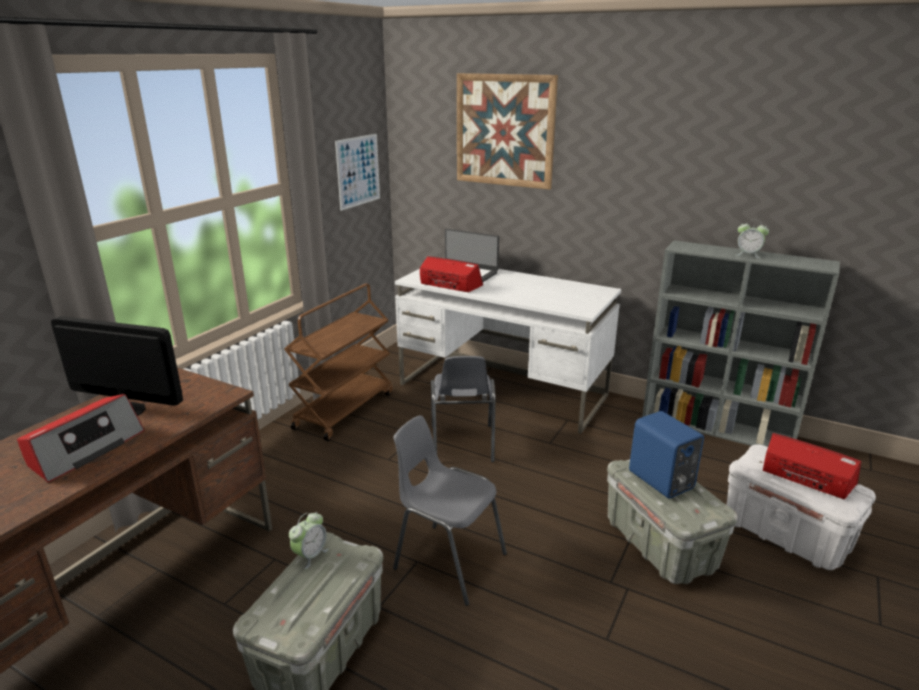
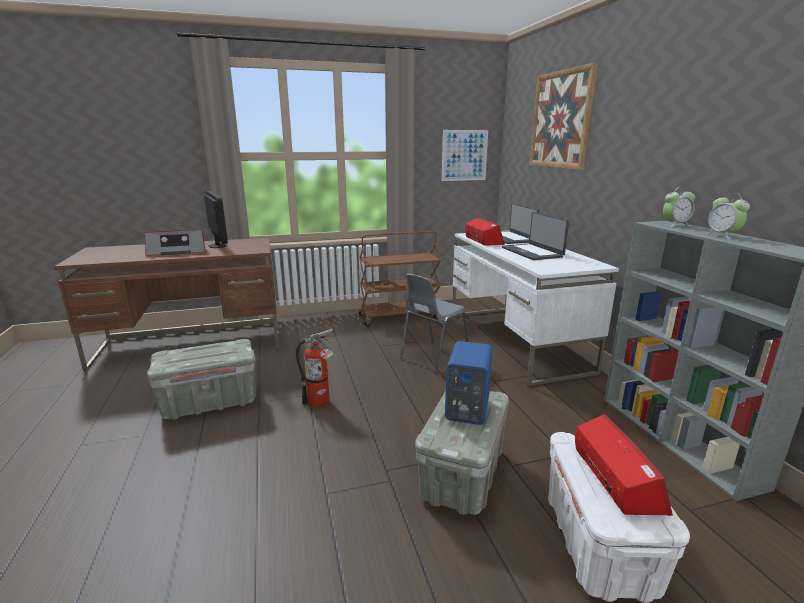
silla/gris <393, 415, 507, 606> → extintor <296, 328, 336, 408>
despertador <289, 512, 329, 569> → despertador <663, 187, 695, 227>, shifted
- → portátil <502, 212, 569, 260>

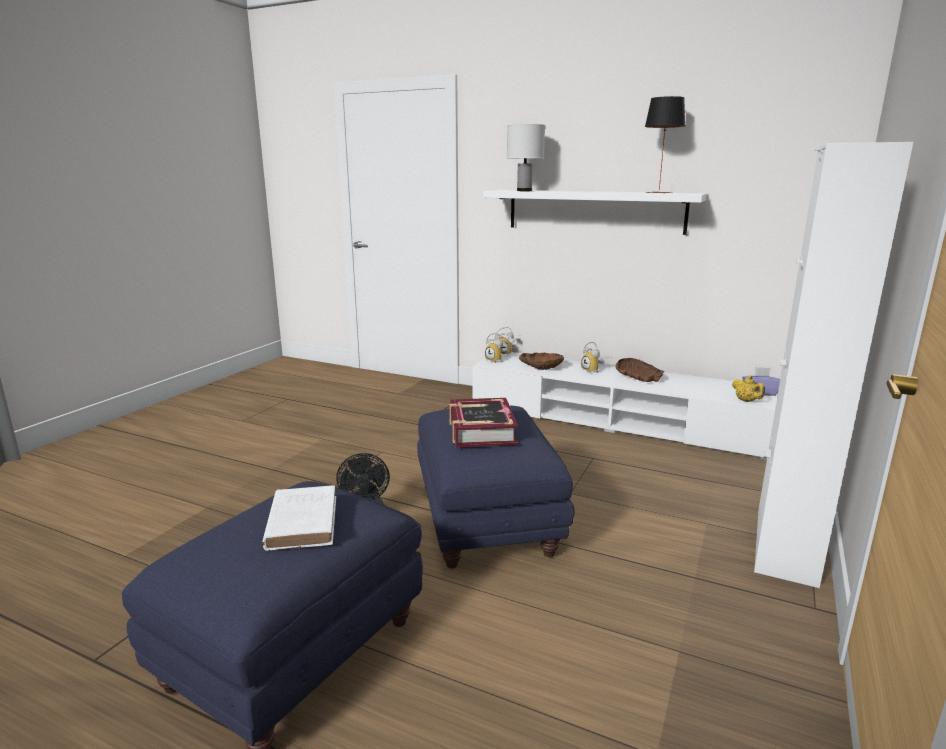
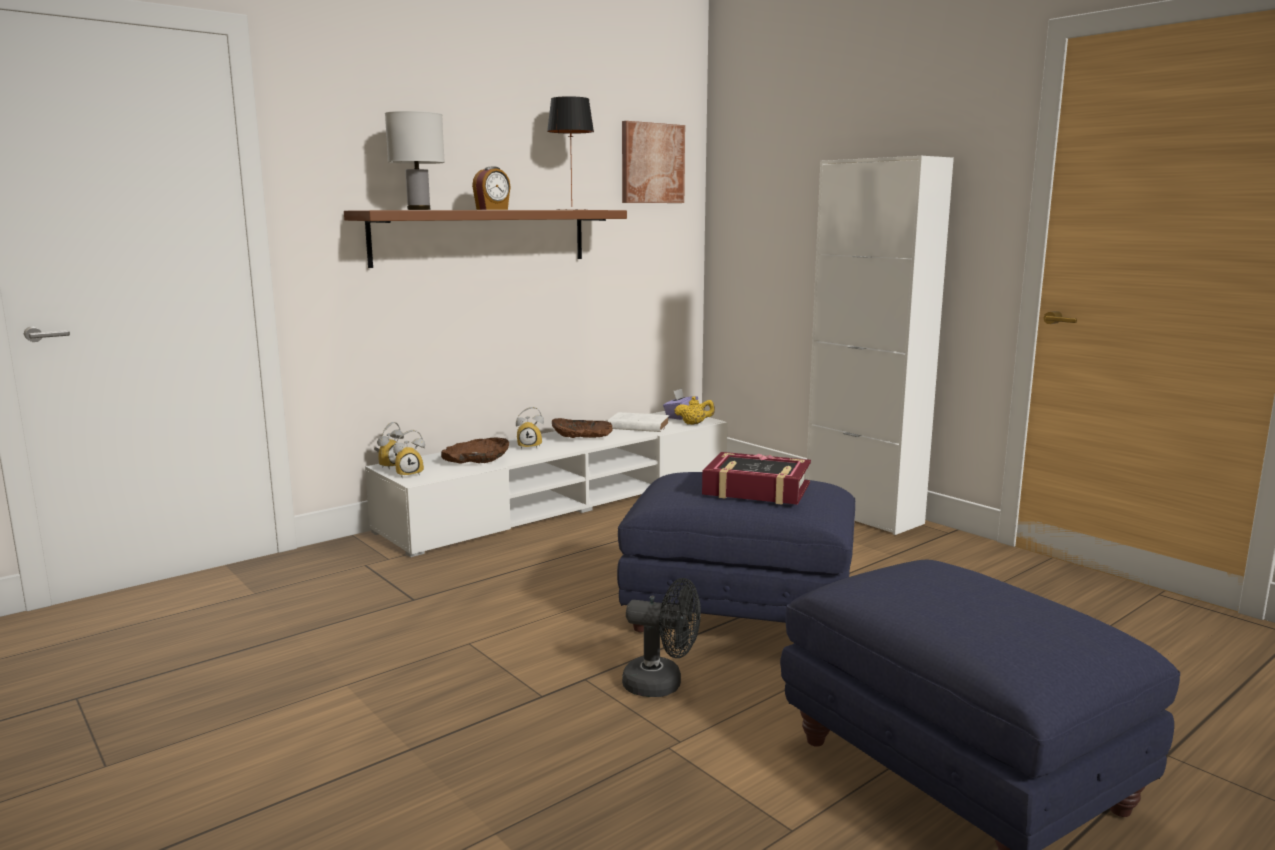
estante/blanco <483, 190, 707, 235> → estante/marrón <344, 210, 627, 268>
libro/blanco <262, 485, 336, 551> → libro/blanco <608, 412, 669, 432>, shifted
- → cuadro <622, 121, 685, 203>
- → despertador <472, 166, 511, 210>

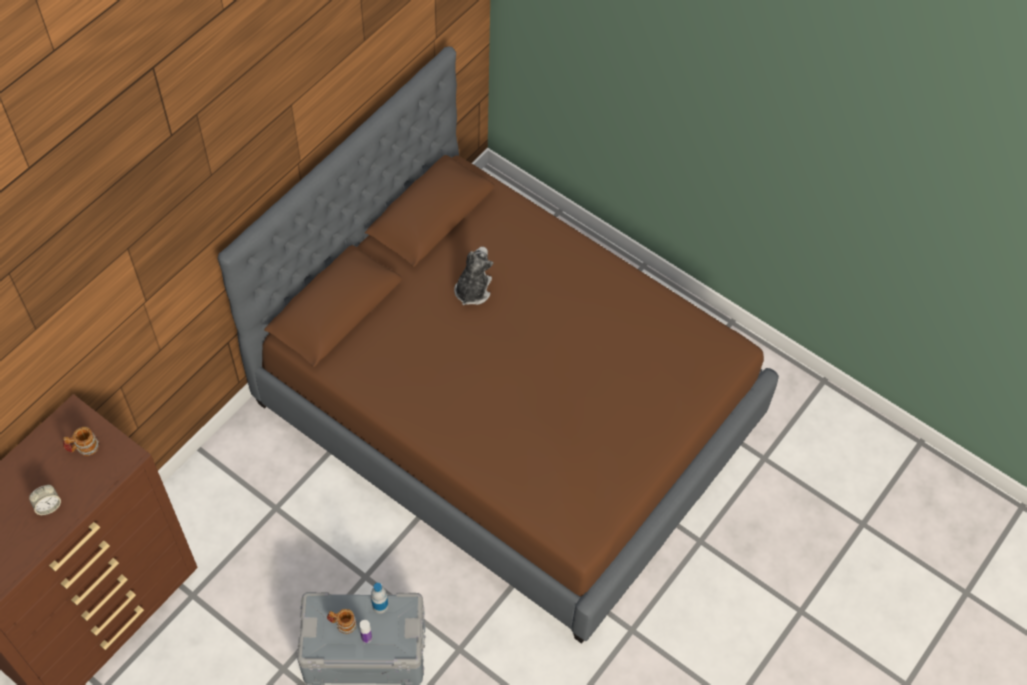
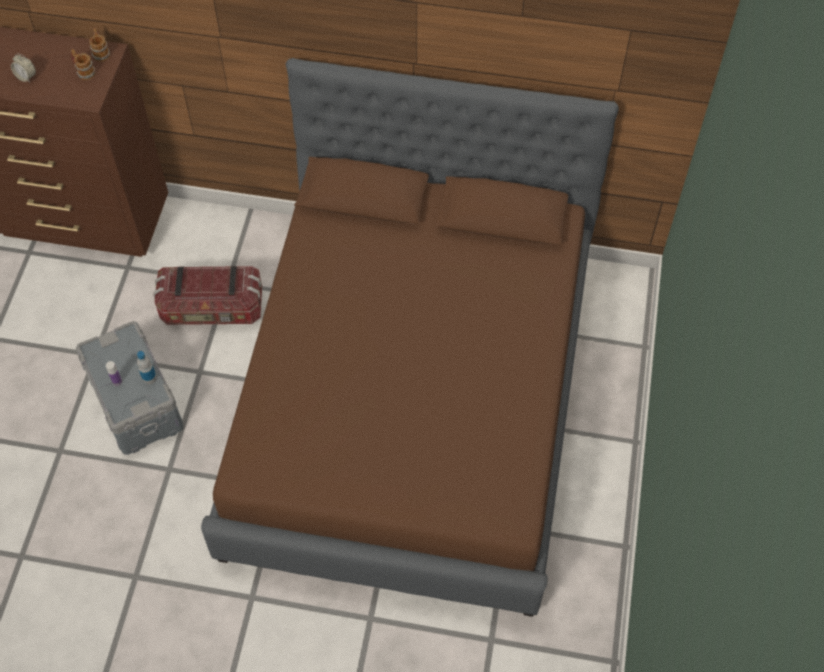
peluche <454, 246, 494, 305> → -
taza grande <327, 609, 357, 634> → taza grande <89, 28, 110, 62>, shifted
- → caja de almacenaje <153, 266, 262, 325>

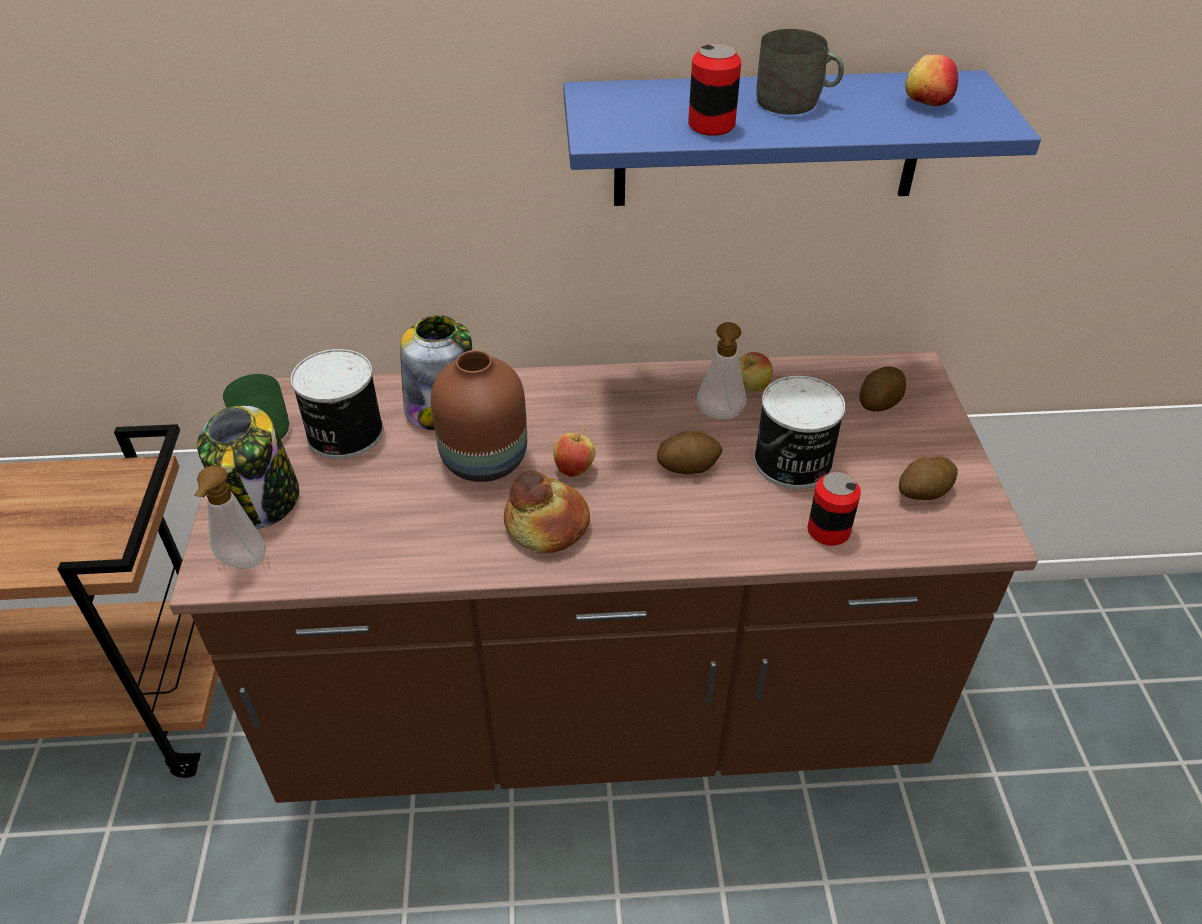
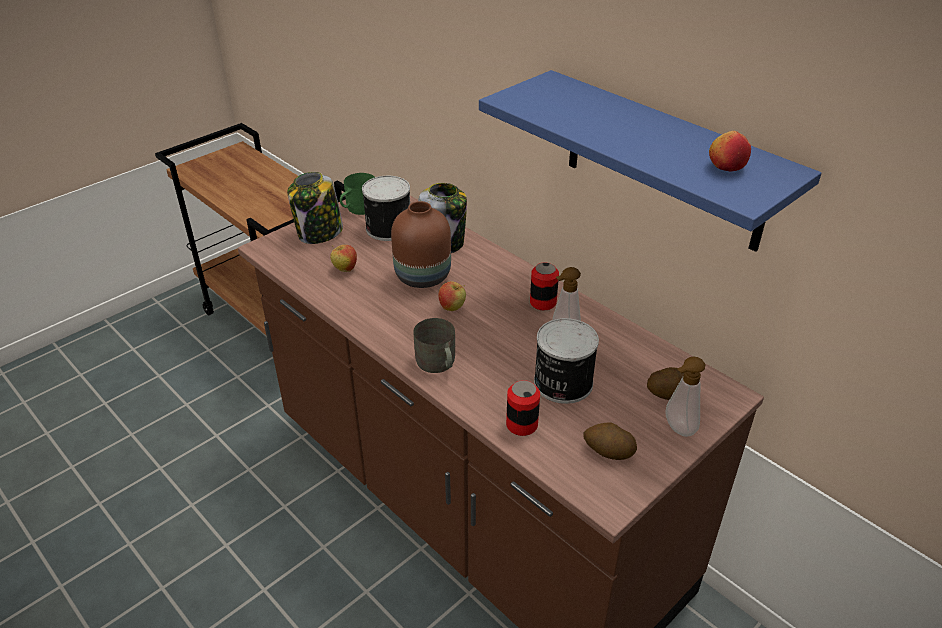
taza grande/gris <756, 29, 844, 115> → taza grande/gris <413, 318, 455, 373>, shifted
lata <688, 44, 741, 136> → lata <530, 263, 559, 310>, shifted
manzana <739, 352, 773, 392> → manzana <330, 245, 357, 272>, shifted
patata <657, 431, 723, 474> → -
dispensador de jabón <194, 466, 266, 569> → dispensador de jabón <665, 356, 705, 437>, shifted
pan <504, 470, 590, 553> → -

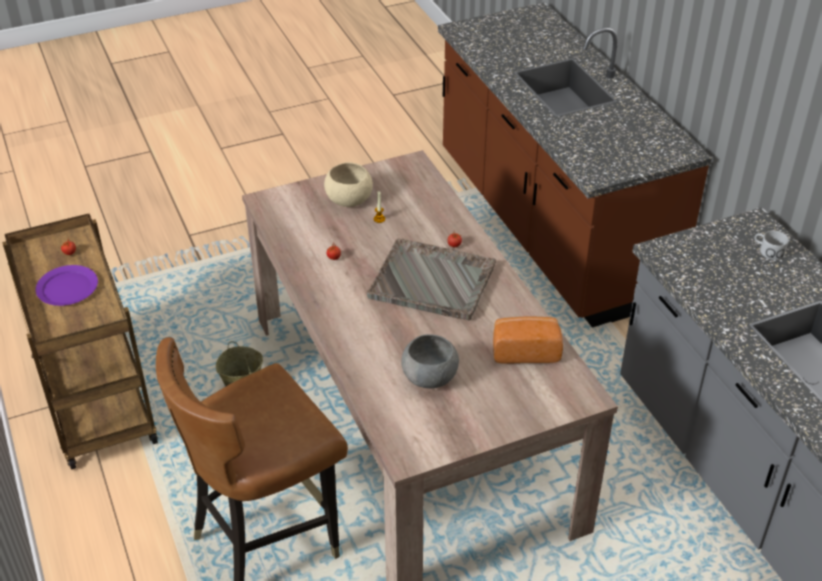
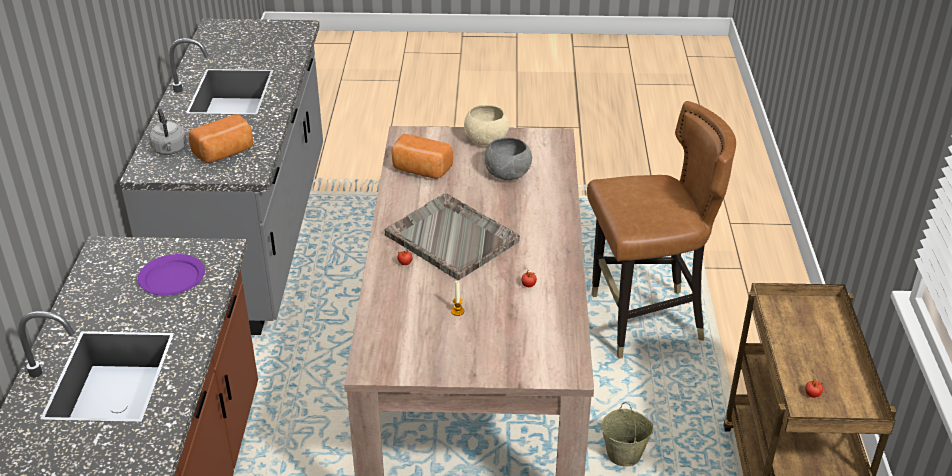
cuenco/beis <324, 162, 373, 207> → cuenco/beis <464, 105, 509, 145>, shifted
taza grande/blanco <755, 231, 789, 260> → hervidor/gris <149, 109, 187, 155>
plato/morado <36, 265, 98, 306> → plato/morado <138, 254, 205, 295>, shifted
- → pan <189, 114, 253, 163>

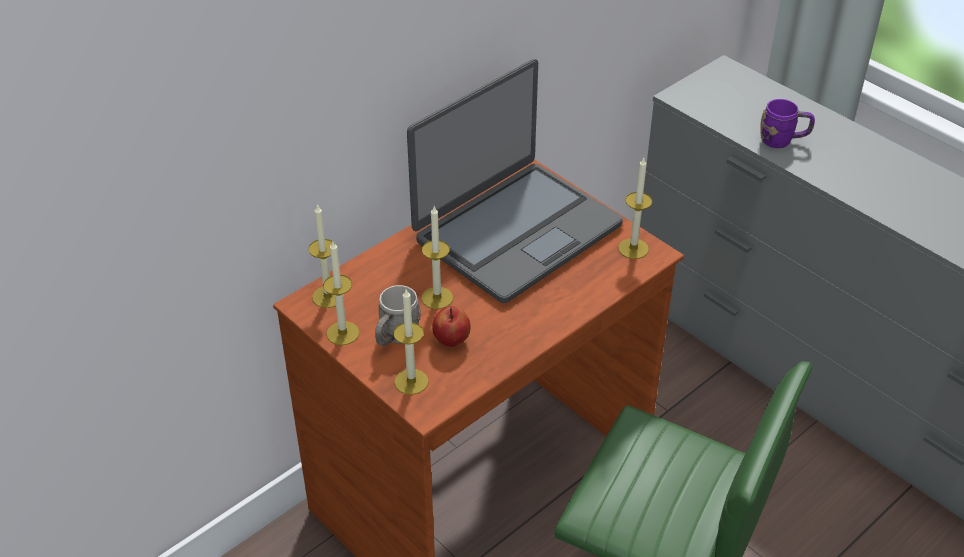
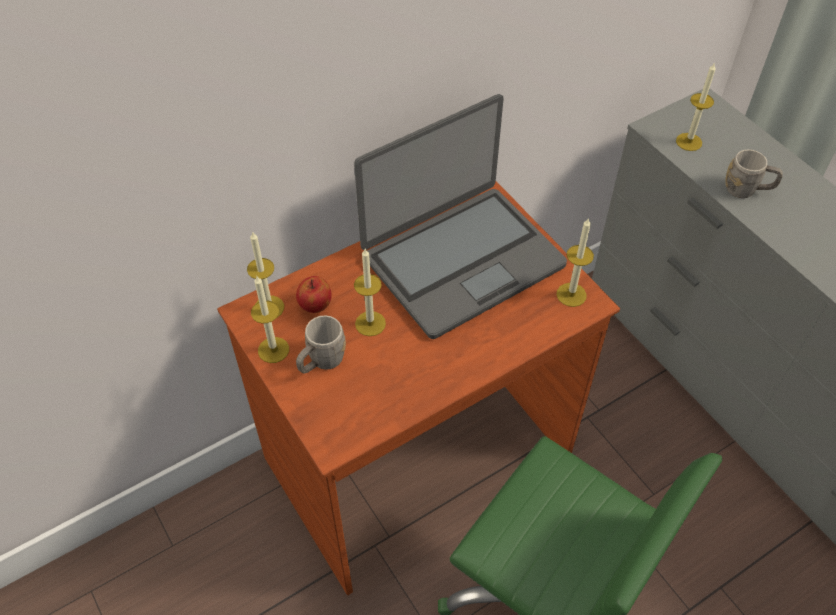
taza grande/morado <760, 99, 815, 148> → taza grande/gris <725, 149, 783, 198>
vela <393, 289, 429, 395> → vela <676, 62, 716, 151>, shifted
manzana <432, 306, 471, 347> → manzana <296, 276, 332, 313>, shifted

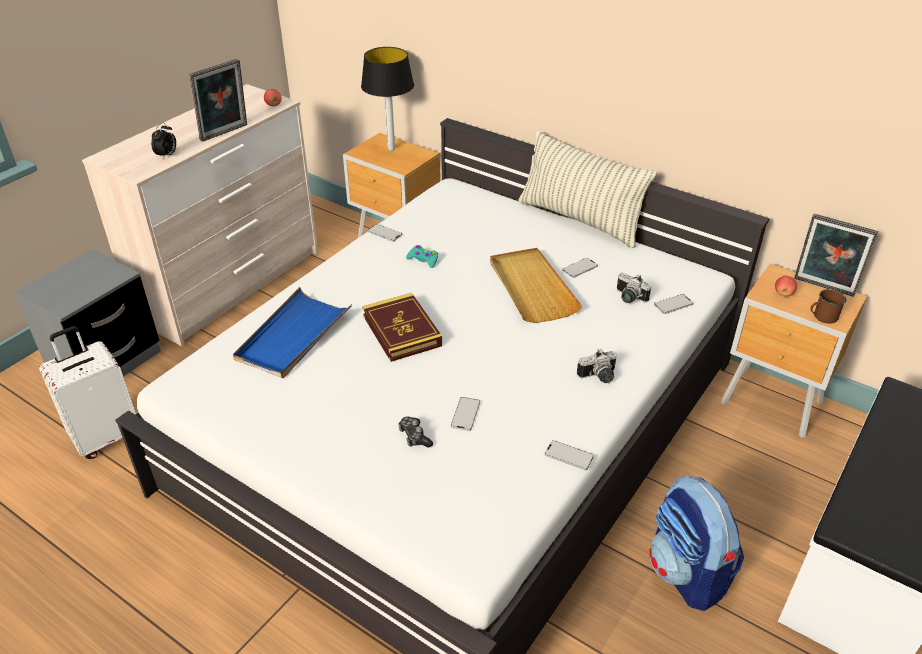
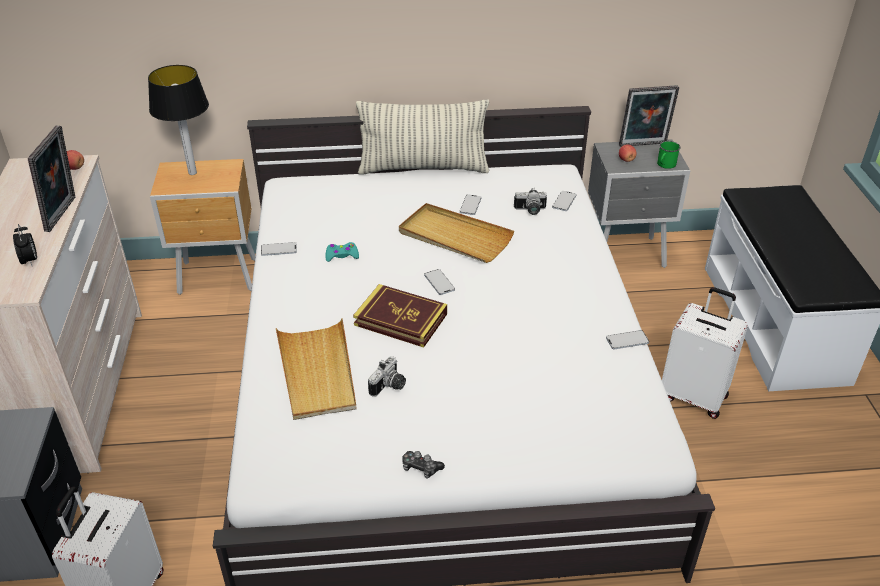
mesita de noche/marrón <721, 264, 867, 438> → mesita de noche/gris <588, 139, 690, 268>
bandeja/azul <233, 287, 352, 378> → bandeja/beis <276, 318, 357, 420>
taza grande/marrón <811, 289, 847, 324> → taza grande/verde <657, 141, 681, 169>
cámara <577, 349, 617, 383> → cámara <368, 356, 406, 397>, shifted
móvil <451, 397, 480, 431> → móvil <424, 269, 455, 295>, shifted
mando de consola <398, 416, 433, 448> → mando de consola <402, 451, 445, 479>, shifted
mochila <649, 475, 744, 611> → maleta/blanco <662, 287, 748, 419>

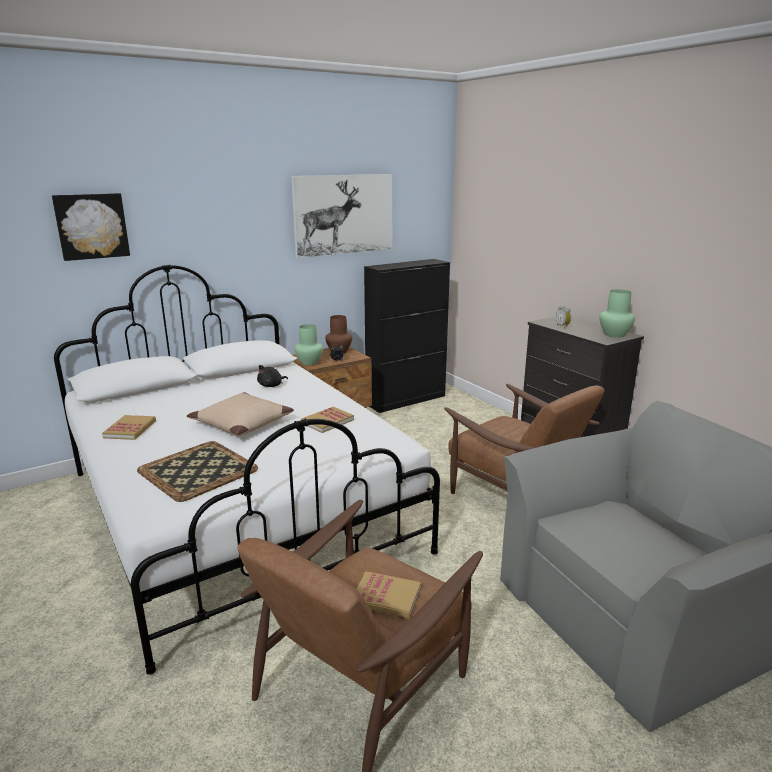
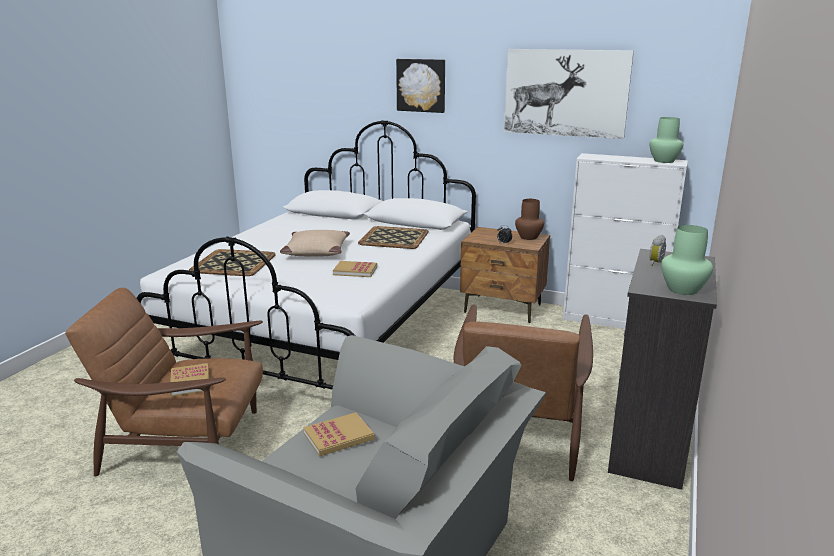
cuadro <52, 193, 130, 261> → cuadro <396, 59, 445, 113>, shifted
armario/negro <364, 259, 450, 413> → armario/blanco <563, 153, 688, 329>
florero/verde <294, 324, 323, 365> → florero/verde <649, 117, 683, 163>, shifted
peluche/negro <257, 365, 288, 387> → bandeja <358, 226, 429, 249>
libro <102, 415, 156, 440> → libro <303, 412, 374, 457>, shifted

